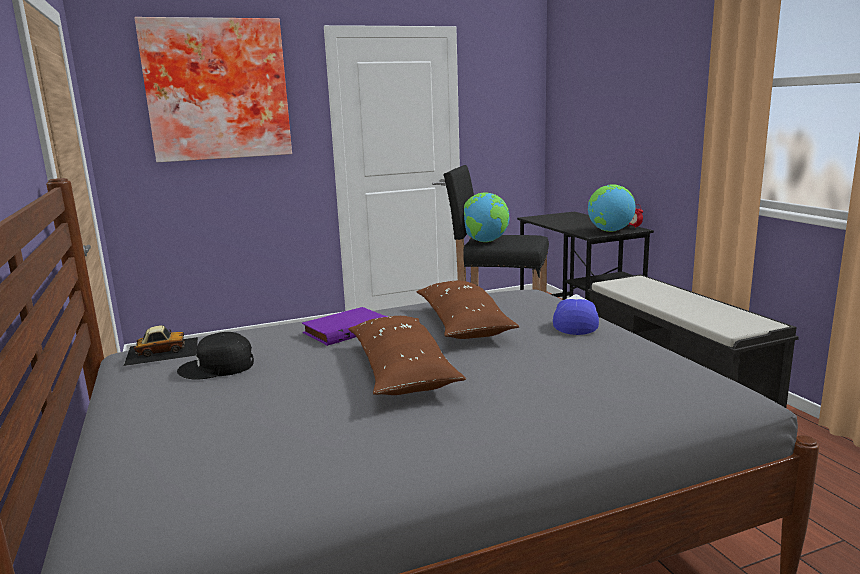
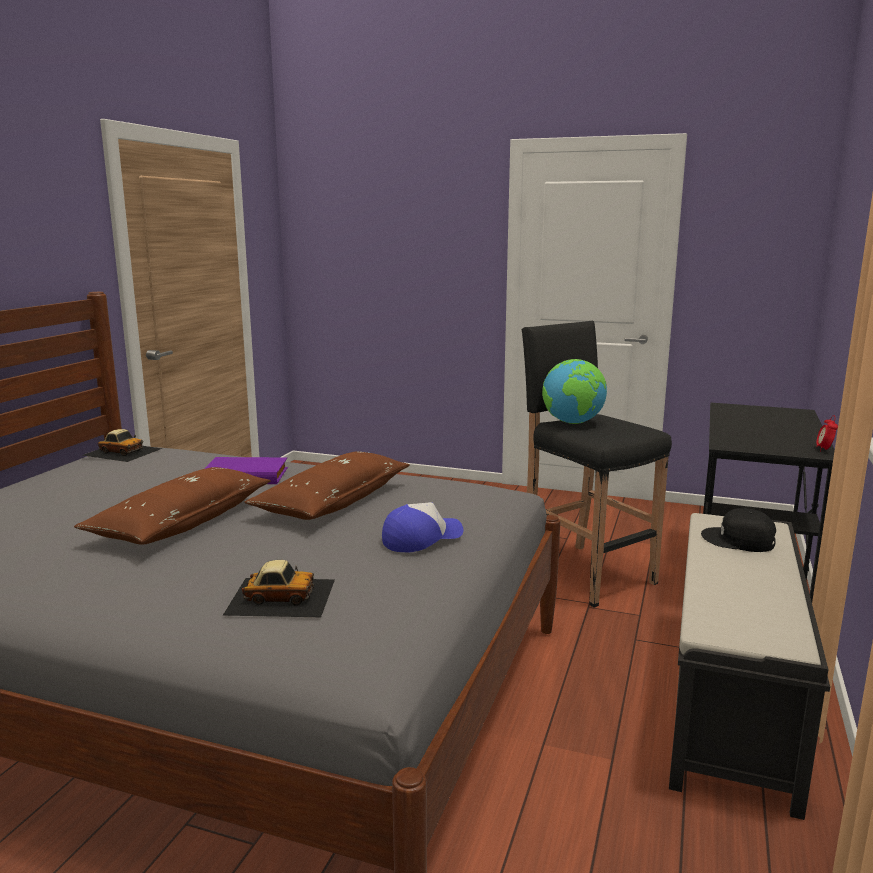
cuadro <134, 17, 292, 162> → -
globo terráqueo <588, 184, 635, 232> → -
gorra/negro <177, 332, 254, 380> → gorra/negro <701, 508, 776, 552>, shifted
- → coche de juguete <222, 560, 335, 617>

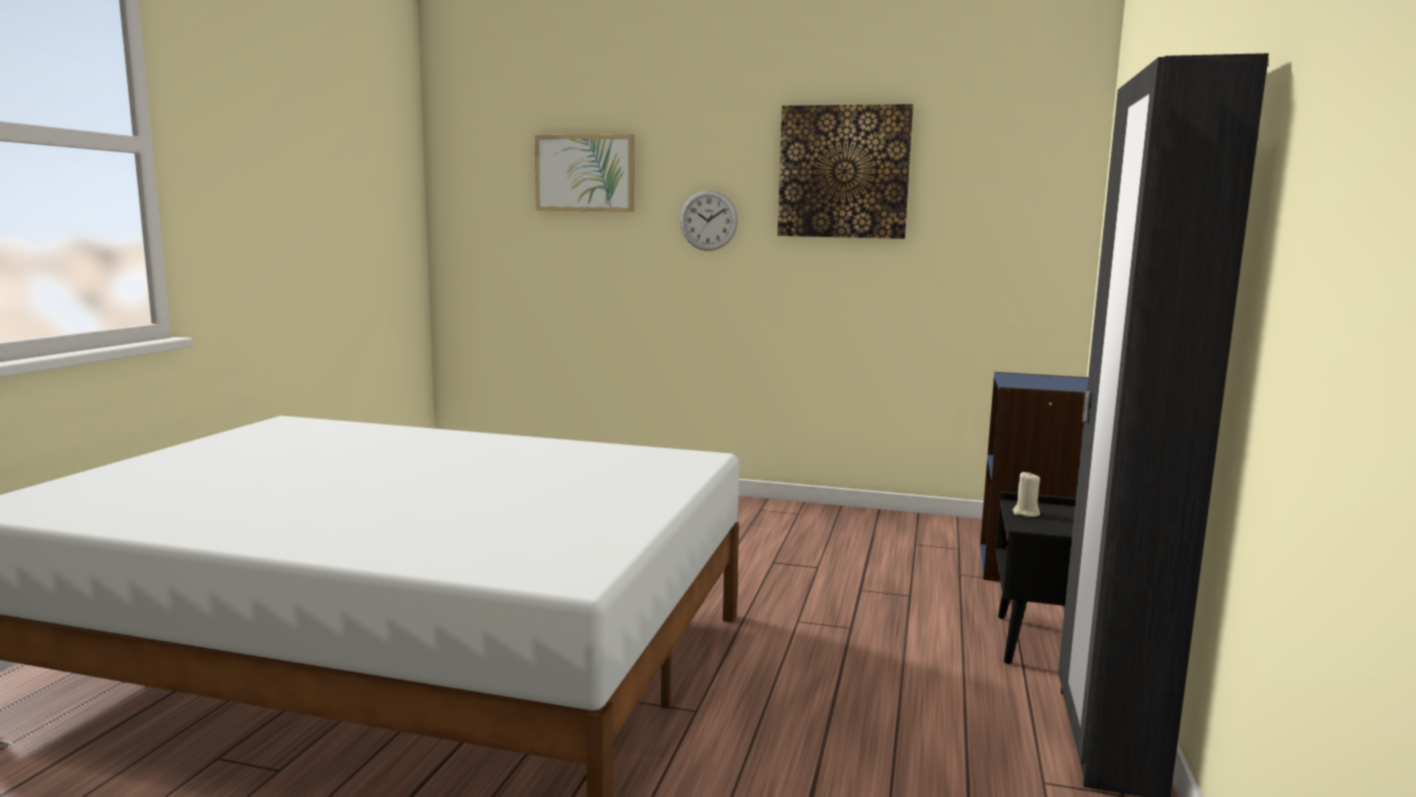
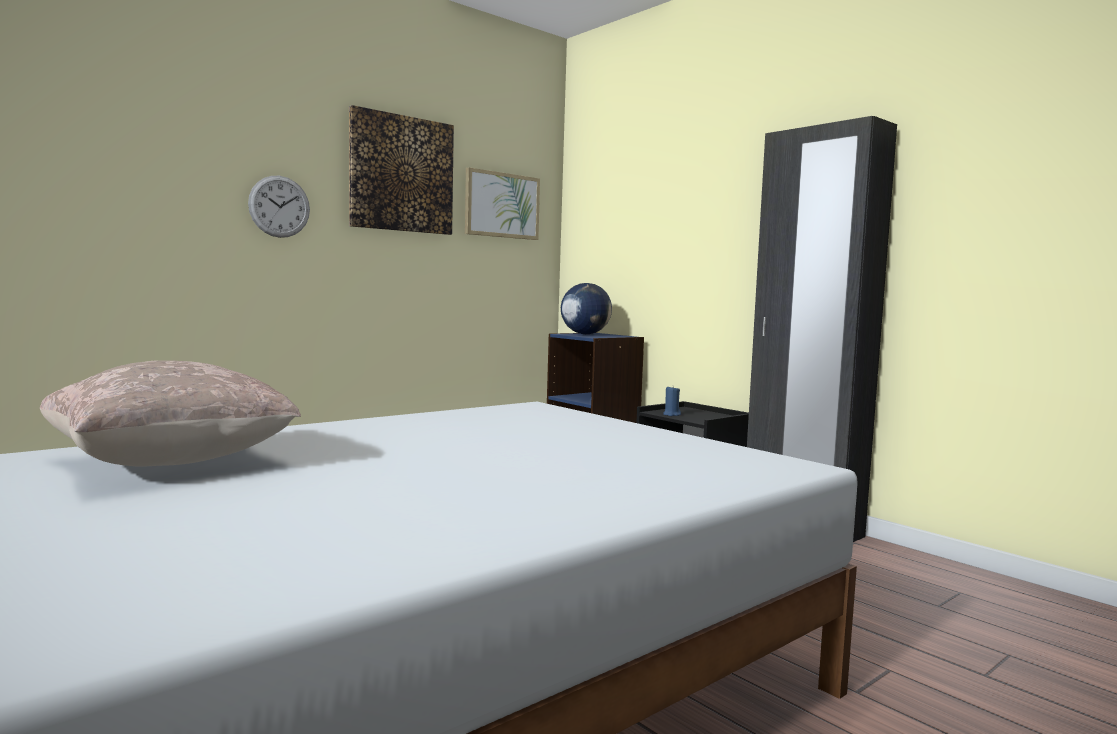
cuadro <535, 134, 635, 212> → cuadro <465, 167, 540, 240>, shifted
vela/beis <1013, 472, 1040, 517> → vela/azul <663, 386, 681, 416>
- → globo terráqueo <561, 283, 612, 334>
- → cojín/beis <40, 360, 301, 467>

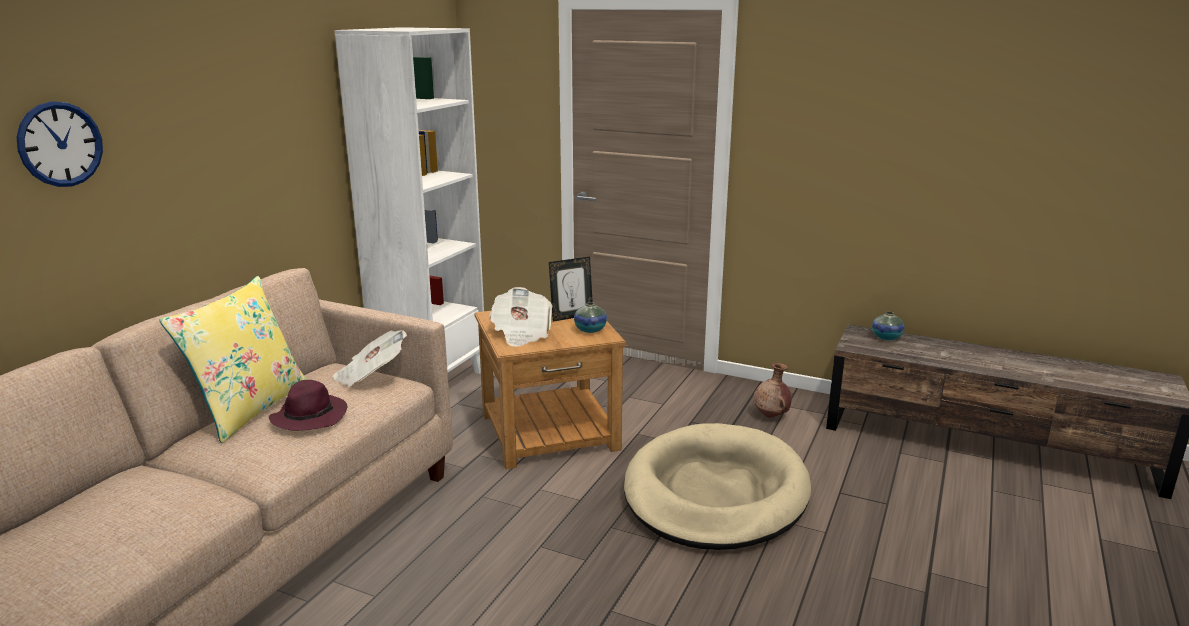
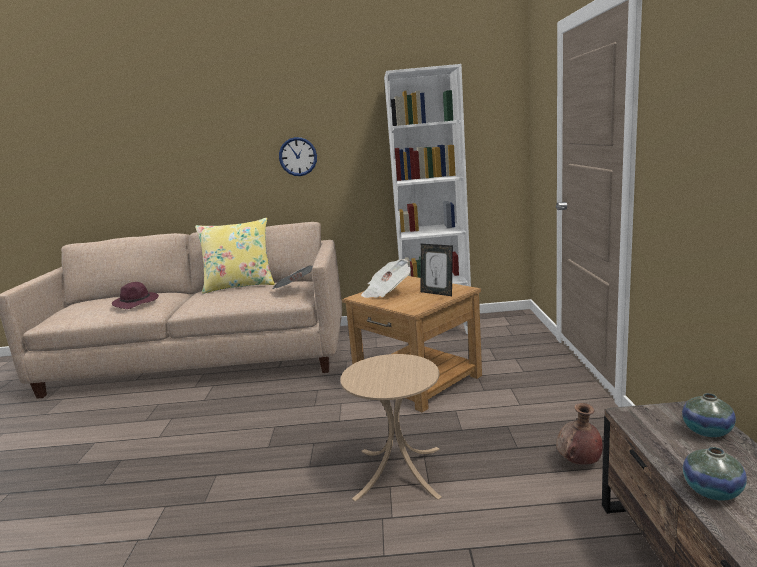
reloj de pared <17, 101, 103, 187> → reloj de pared <279, 137, 317, 176>, shifted
florero <574, 302, 607, 333> → florero <683, 447, 747, 500>, shifted
sombrero/morado <269, 380, 348, 431> → sombrero/morado <112, 282, 159, 309>, shifted
cama para perro/beis <624, 423, 811, 550> → mesa auxiliar/beis <340, 354, 442, 501>

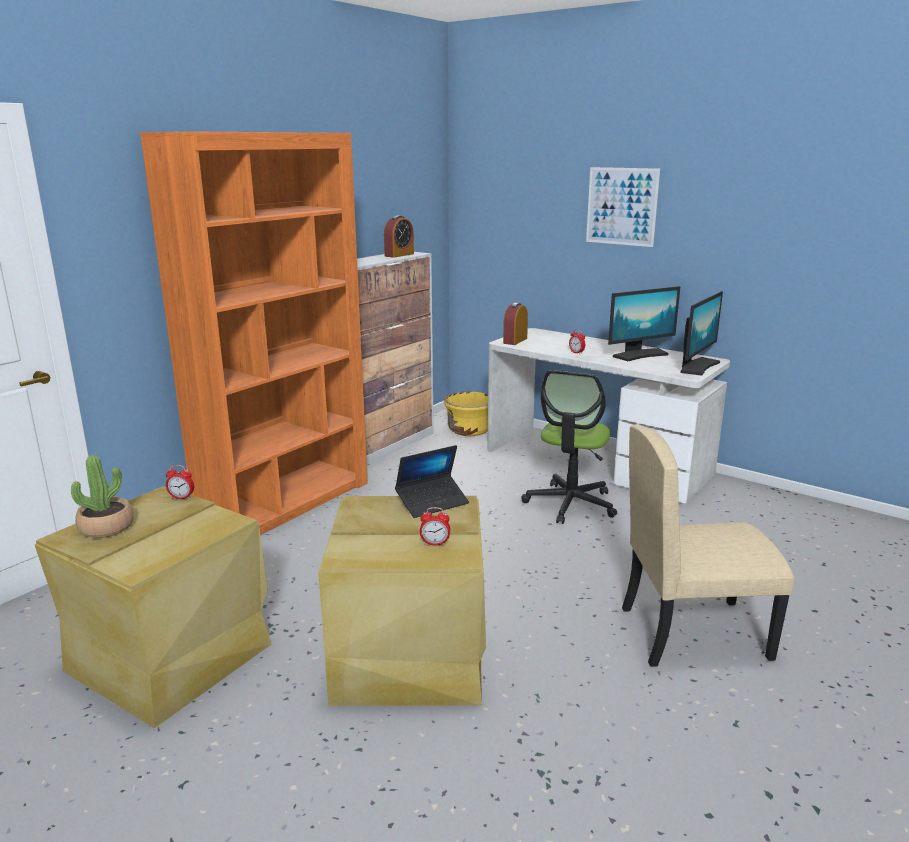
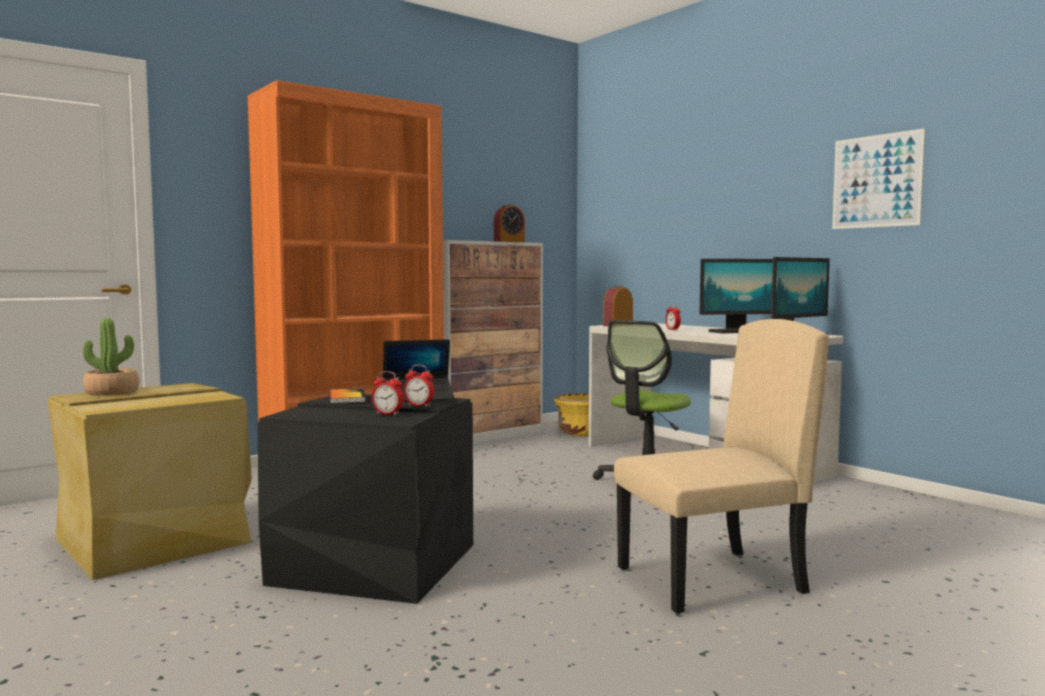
cuadro <586, 167, 660, 247> → cuadro <832, 128, 925, 229>, shifted
silla/beis <622, 424, 795, 667> → silla/beis <614, 319, 829, 614>, 150 degrees clockwise
despertador <166, 465, 194, 499> → despertador <404, 365, 434, 407>, shifted
caja de almacenaje/beis <318, 496, 486, 706> → caja de almacenaje/negro <258, 394, 473, 604>
- → libro <330, 389, 366, 404>

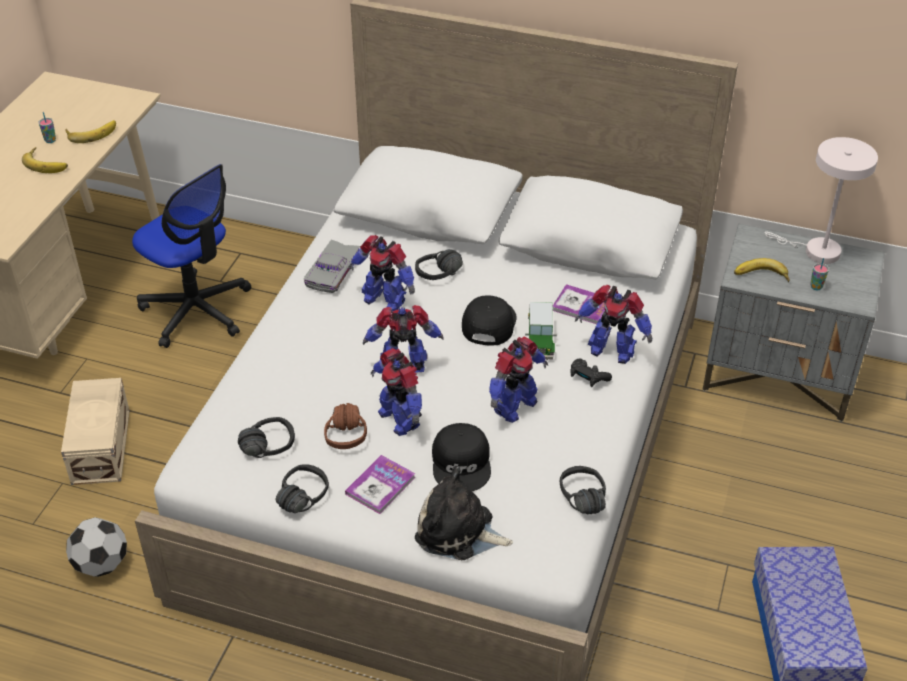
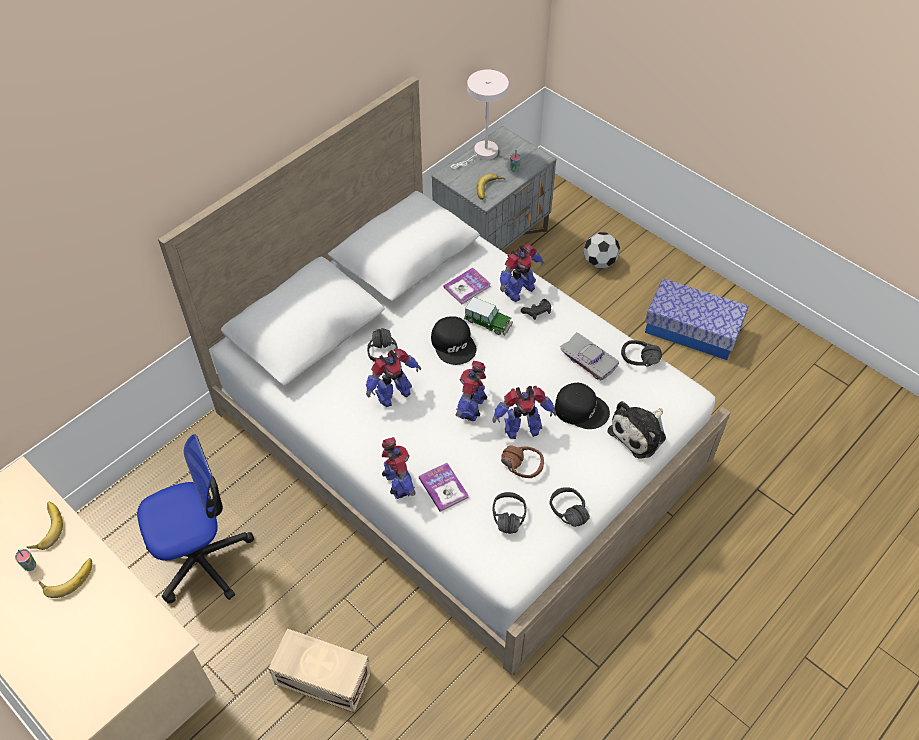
coche de juguete/gris <304, 240, 360, 293> → coche de juguete/gris <560, 332, 619, 380>, shifted
gorra/negro <462, 295, 517, 346> → gorra/negro <431, 316, 476, 365>, 150 degrees counterclockwise
robot de juguete <489, 336, 548, 423> → robot de juguete <382, 437, 416, 499>, shifted
libro <345, 455, 416, 514> → libro <419, 463, 469, 512>, shifted
balón de fútbol <66, 517, 127, 577> → balón de fútbol <583, 232, 620, 269>, shifted

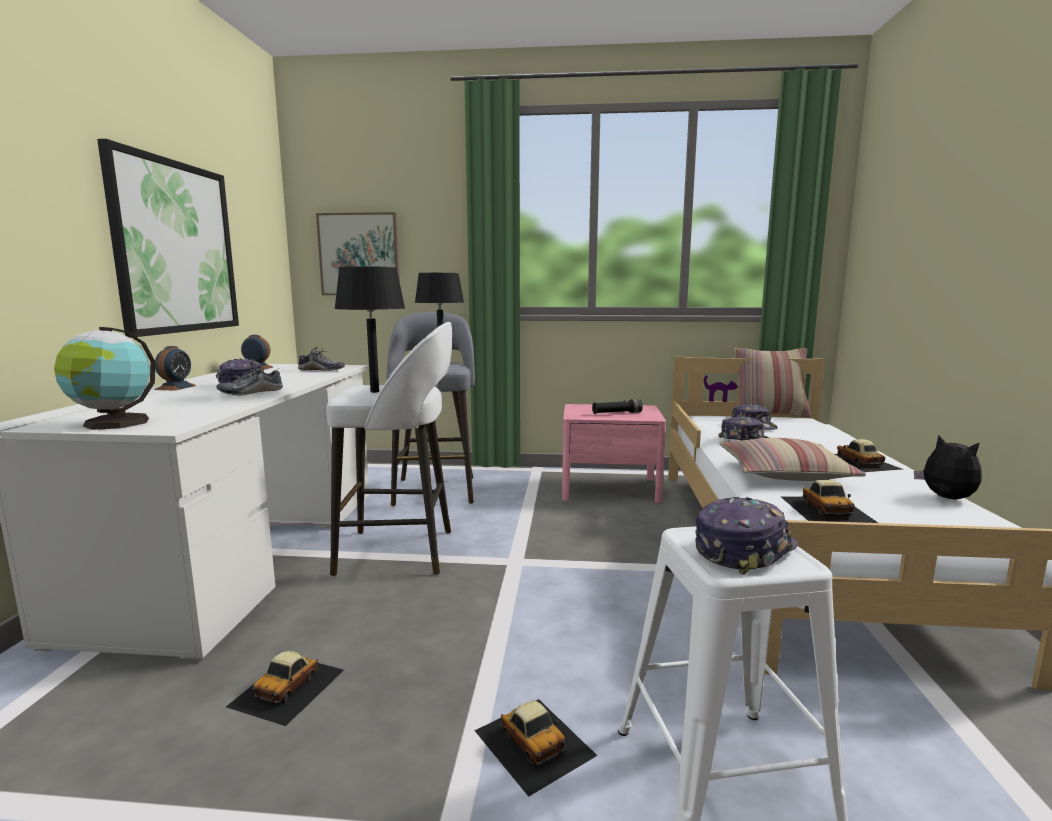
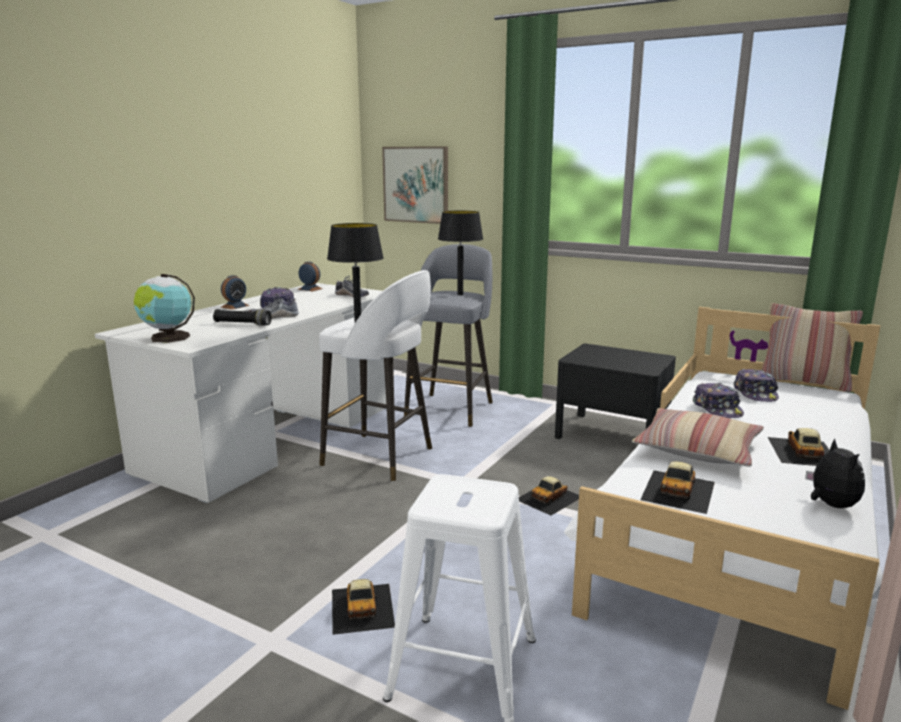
cuadro <97, 139, 239, 337> → -
linterna/negro <592, 399, 643, 414> → linterna/negro <213, 309, 272, 326>, shifted
mesita de noche/rosa <562, 404, 666, 504> → mesita de noche/negro <555, 344, 676, 439>
gorra <695, 497, 798, 575> → -
coche de juguete <226, 651, 344, 726> → coche de juguete <519, 476, 579, 516>, shifted

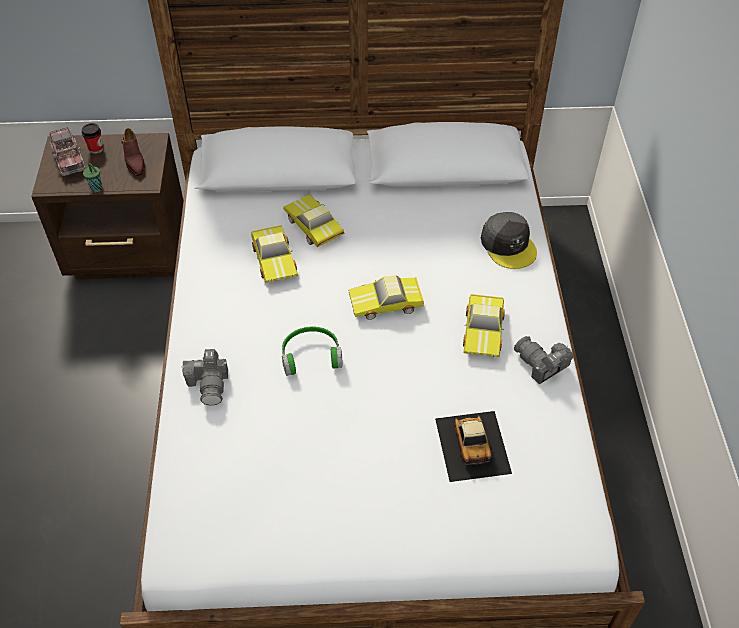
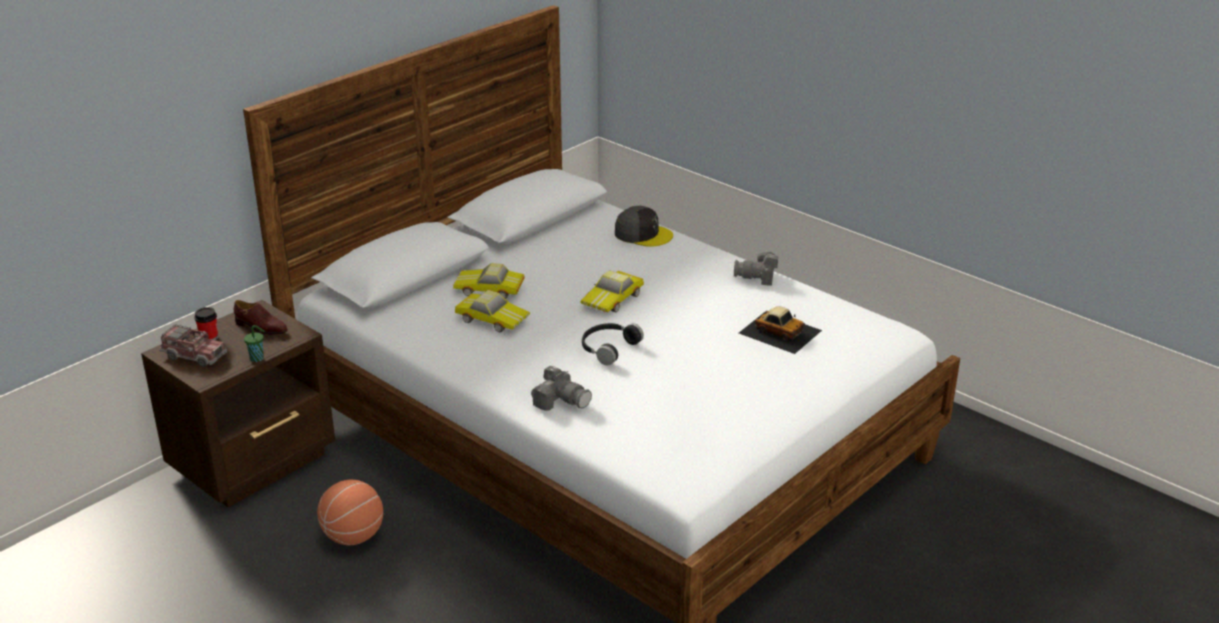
coche de juguete <463, 294, 505, 357> → -
auriculares/verde <282, 327, 342, 376> → auriculares/negro <582, 323, 644, 366>
- → balón de baloncesto <317, 480, 383, 545>

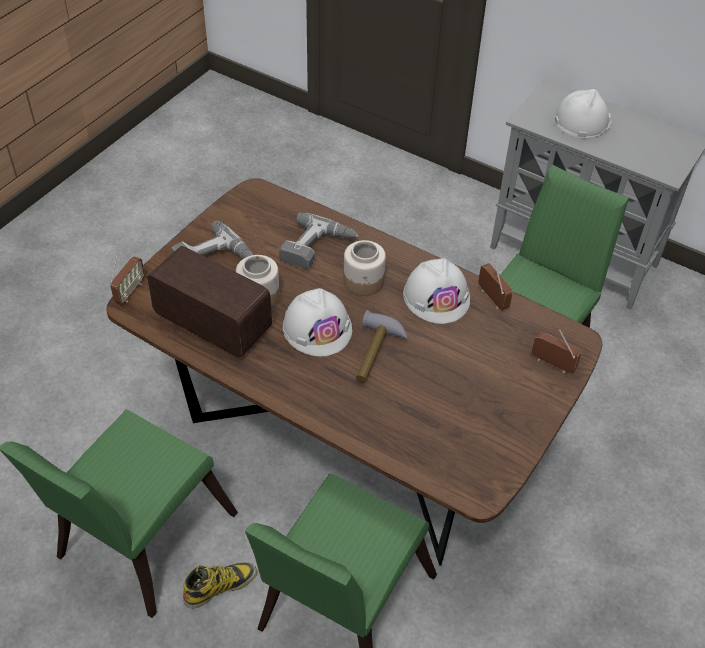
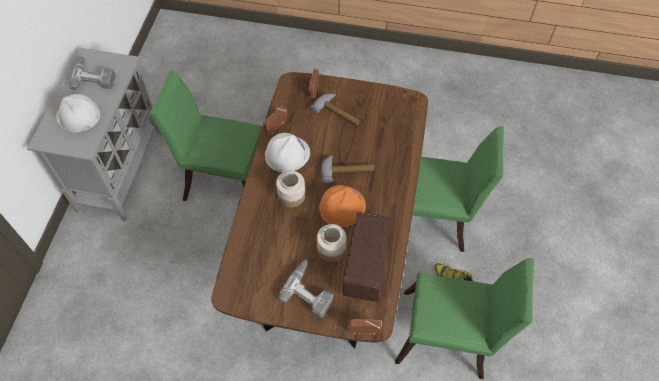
taladro <279, 212, 358, 269> → taladro <70, 56, 115, 90>, shifted
casco/blanco <283, 288, 352, 356> → casco/naranja <319, 185, 366, 227>
- → martillo <310, 93, 360, 126>

